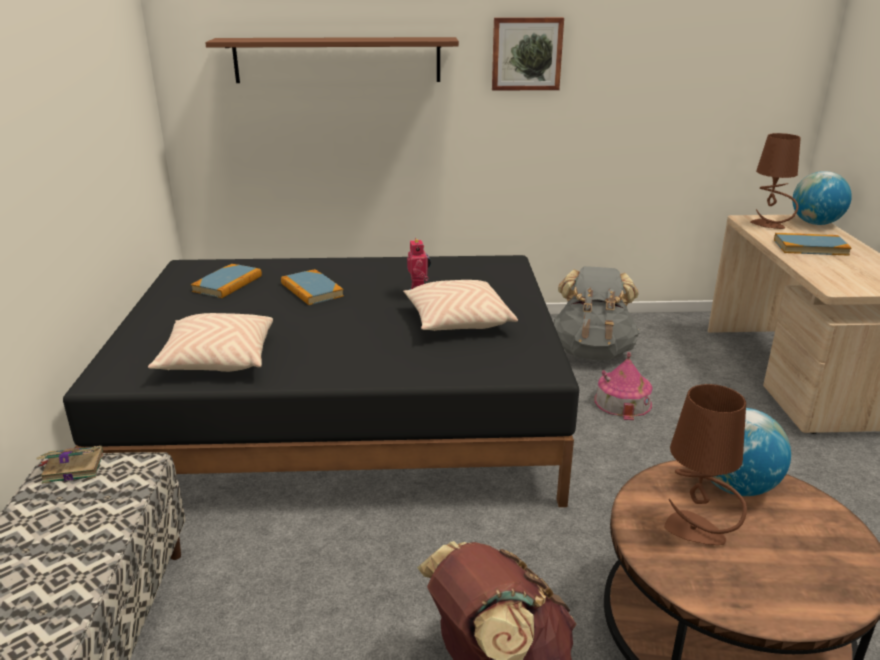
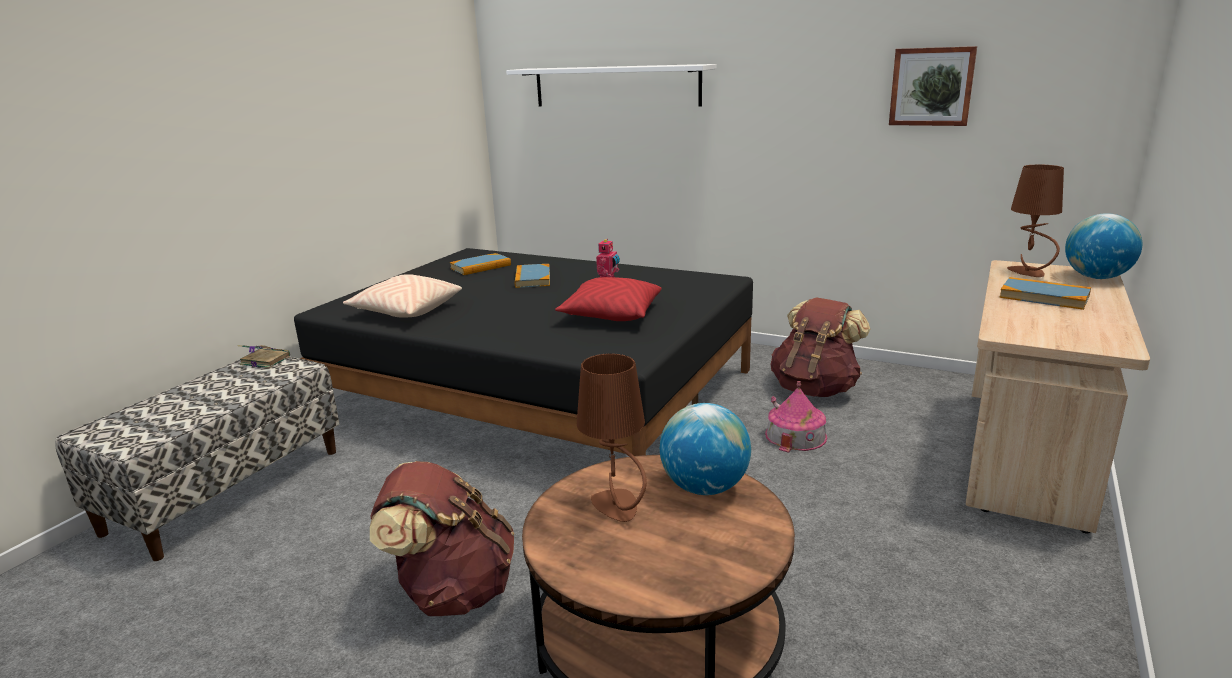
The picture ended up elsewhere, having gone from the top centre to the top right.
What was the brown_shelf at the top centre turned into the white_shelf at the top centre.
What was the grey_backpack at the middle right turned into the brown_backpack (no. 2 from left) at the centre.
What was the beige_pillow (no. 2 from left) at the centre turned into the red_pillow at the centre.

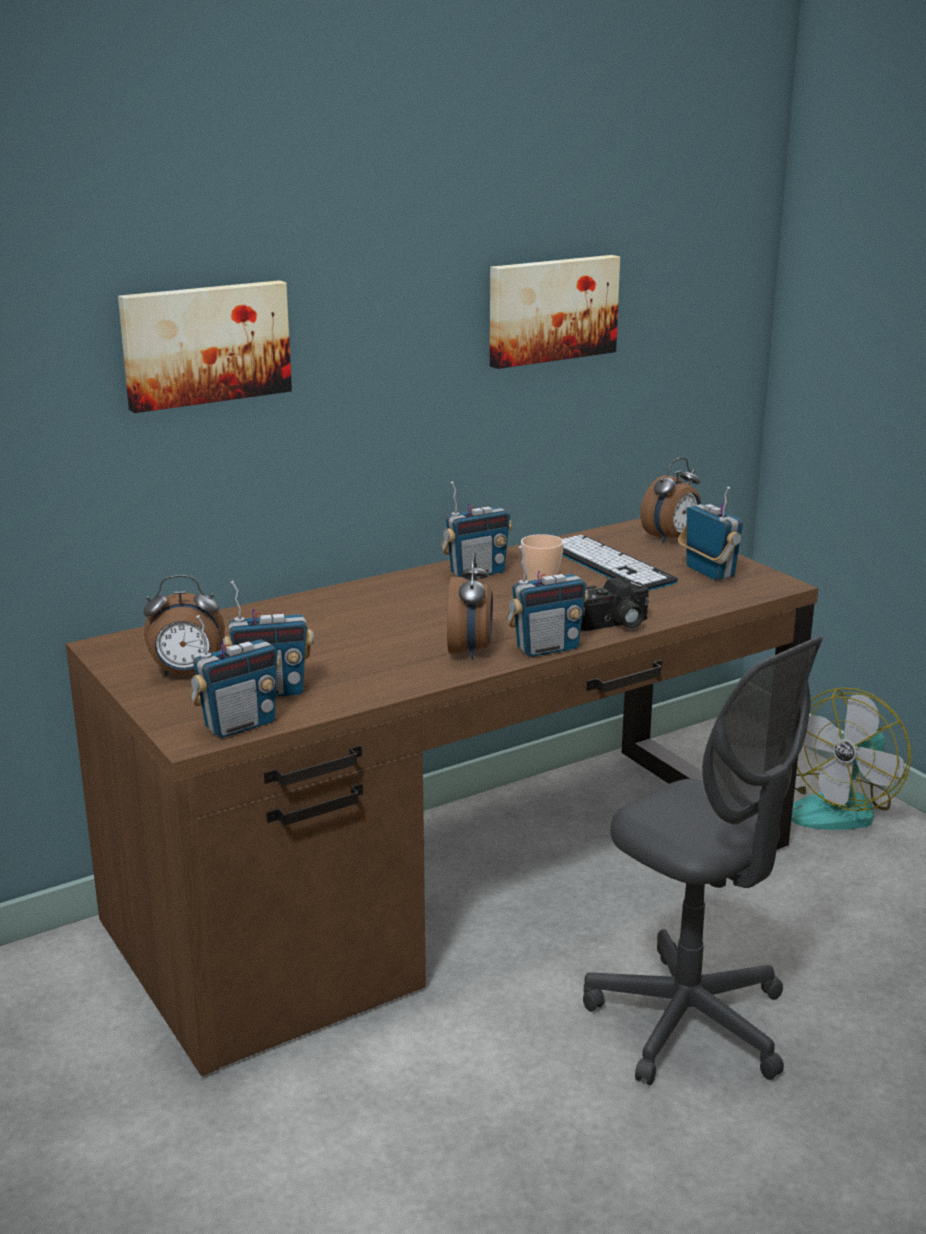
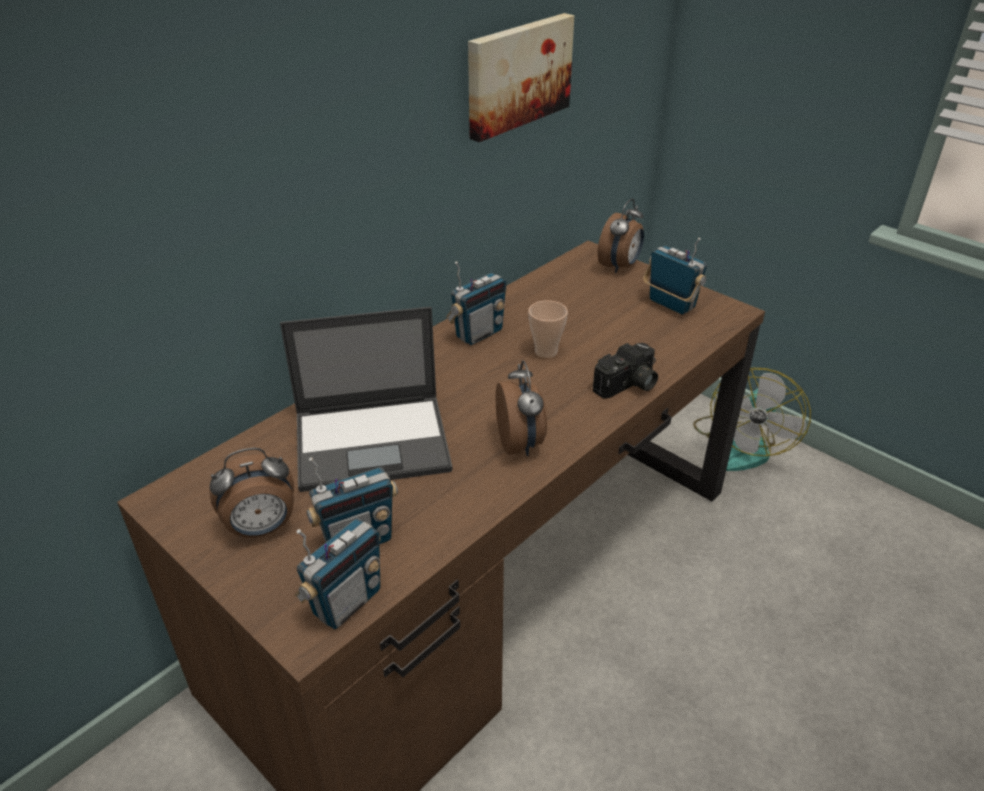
The second view lost the picture (no. 1 from left) at the top left.
The second view lost the keyboard at the middle right.
The second view lost the radio (no. 4 from left) at the centre.
The second view lost the grey_office_chair at the bottom right.
The second view gained the laptop at the centre.

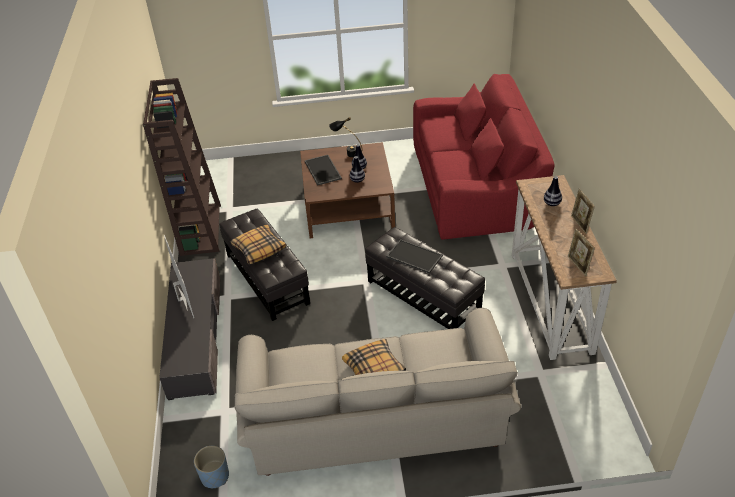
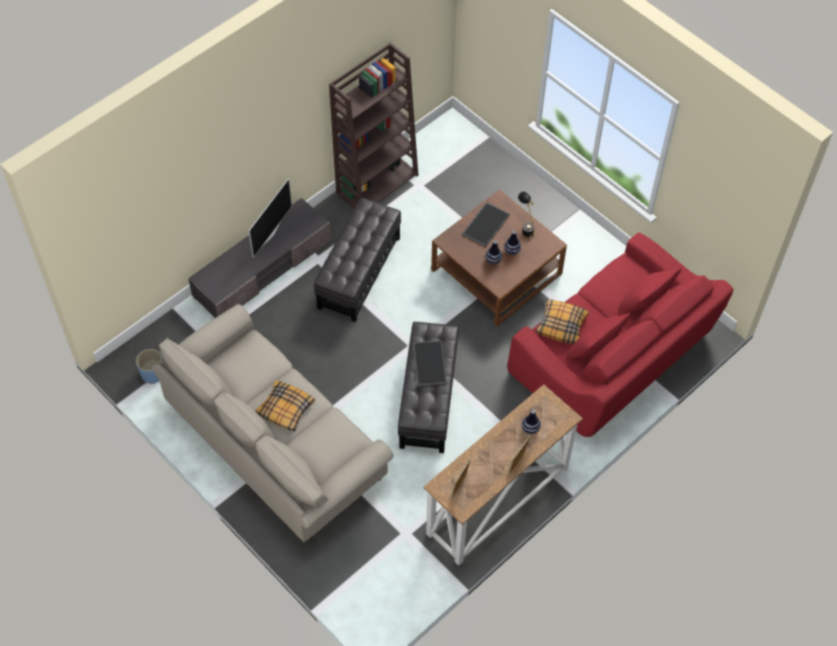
The pillow (no. 1 from left in the first image) ended up elsewhere, having gone from the centre to the middle right.

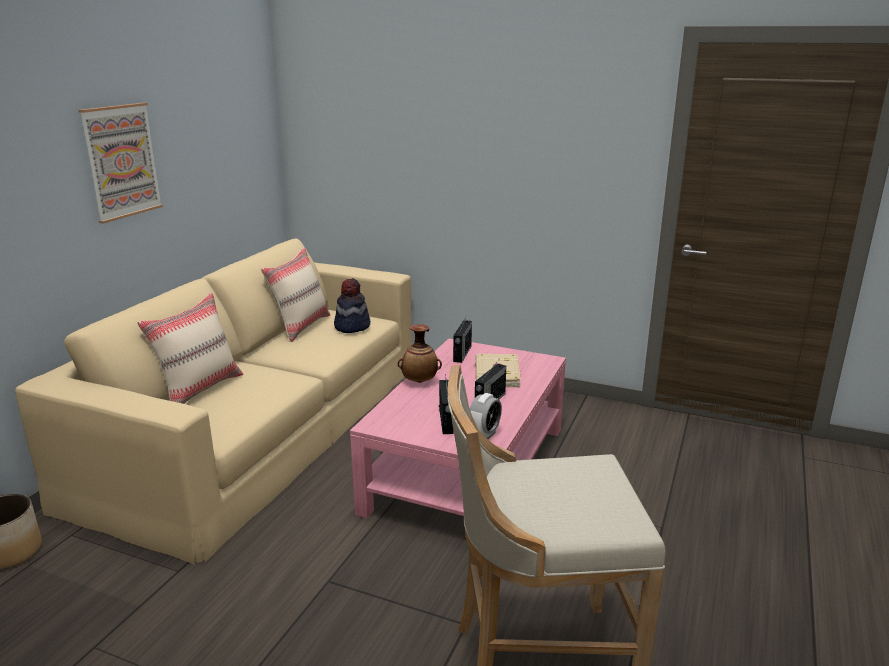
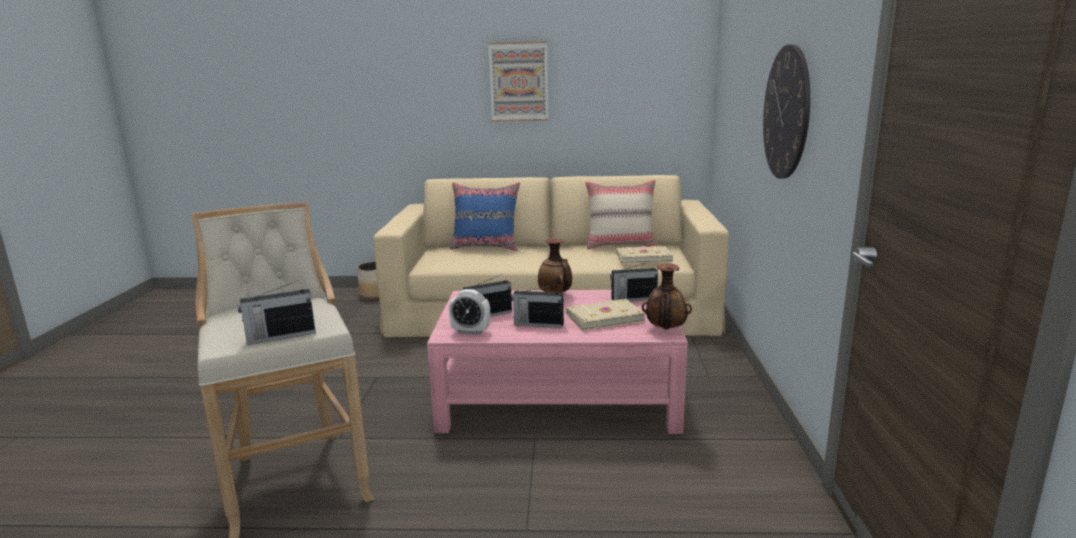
Where the hat stood at the centre, the beige_book (no. 2 from left) came to stand at the centre.
What was the beige_pillow (no. 1 from left) at the middle left turned into the blue_pillow at the centre.
The second view gained the wall_clock at the top right.
The second view gained the vase (no. 2 from left) at the centre.
The second view gained the radio (no. 1 from left) at the middle left.

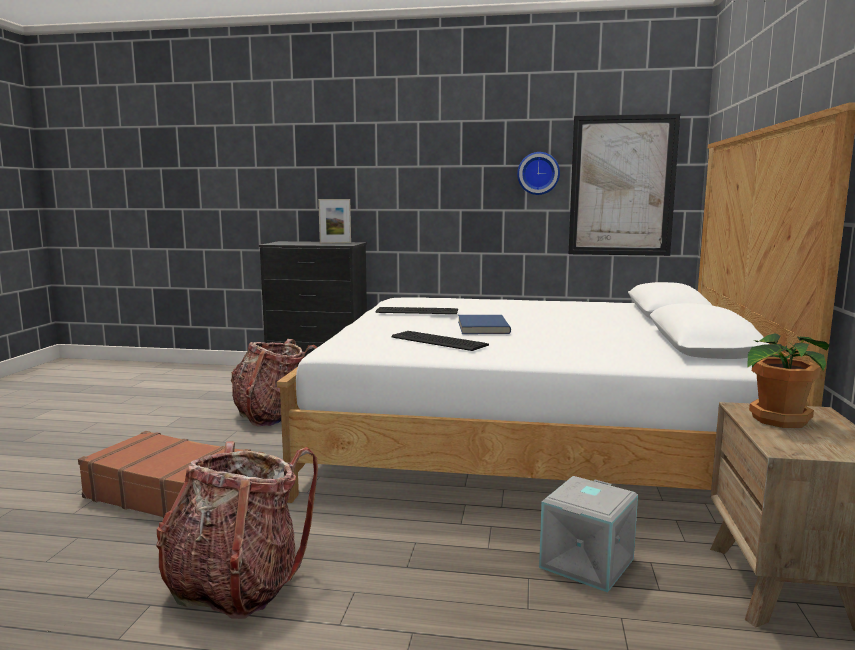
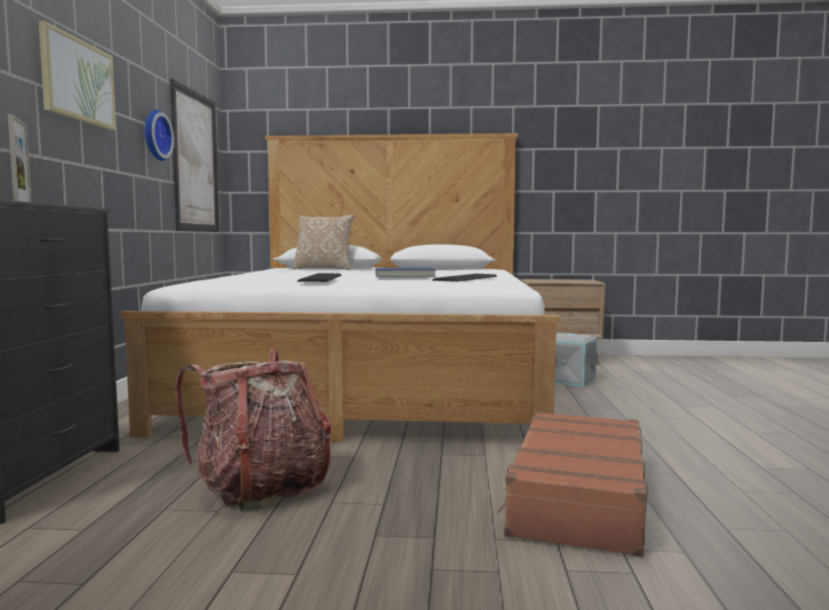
The second view lost the potted_plant at the middle right.
The second view lost the backpack (no. 1 from left) at the bottom left.
The second view gained the picture (no. 1 from left) at the top left.
The second view gained the pillow at the centre.

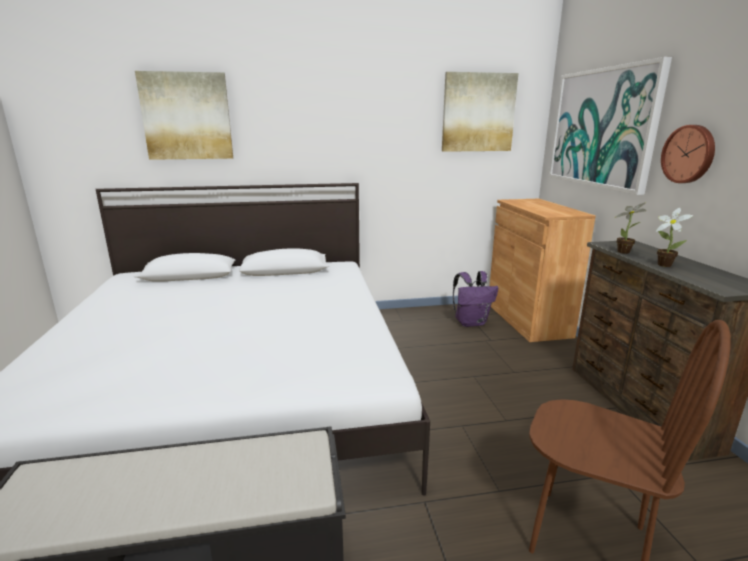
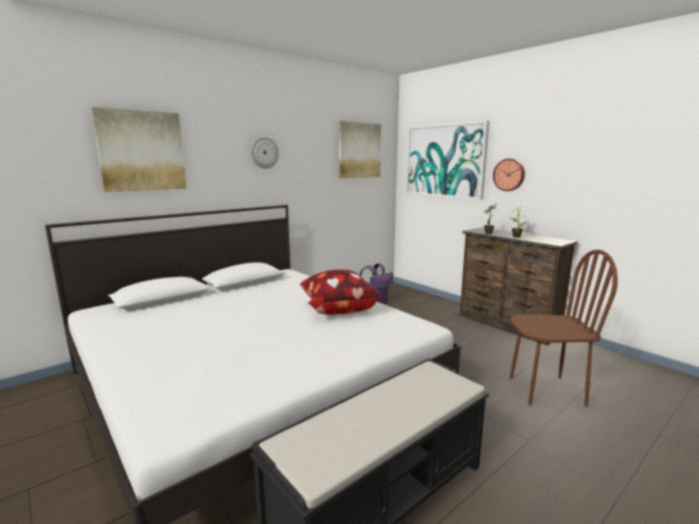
The second view lost the brown_cabinet at the middle right.
The second view gained the wall_clock (no. 1 from left) at the top centre.
The second view gained the pillow at the centre.

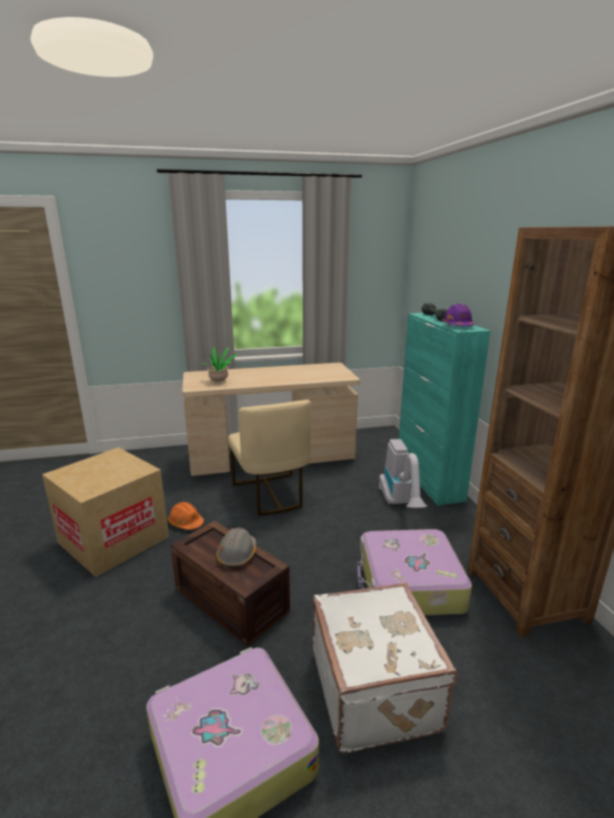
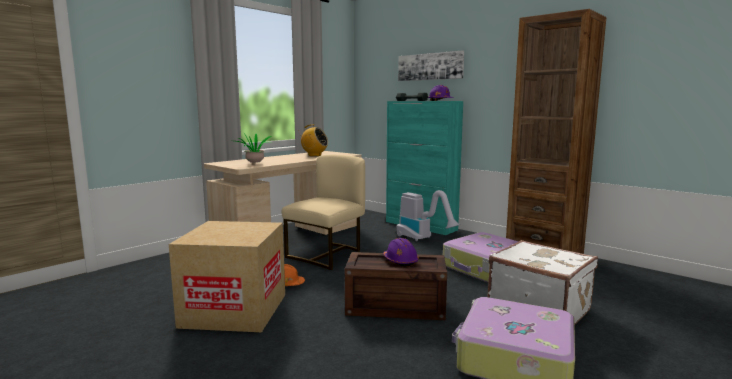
The beige_chair at the centre ended up facing another way, 90 degrees counterclockwise from before.
What was the grey_hard_hat at the bottom centre turned into the purple_hard_hat (no. 1 from left) at the centre.
The second view gained the picture at the top centre.
The second view gained the radio at the centre.

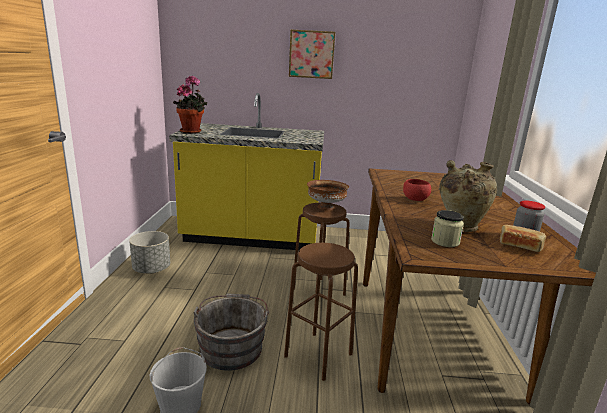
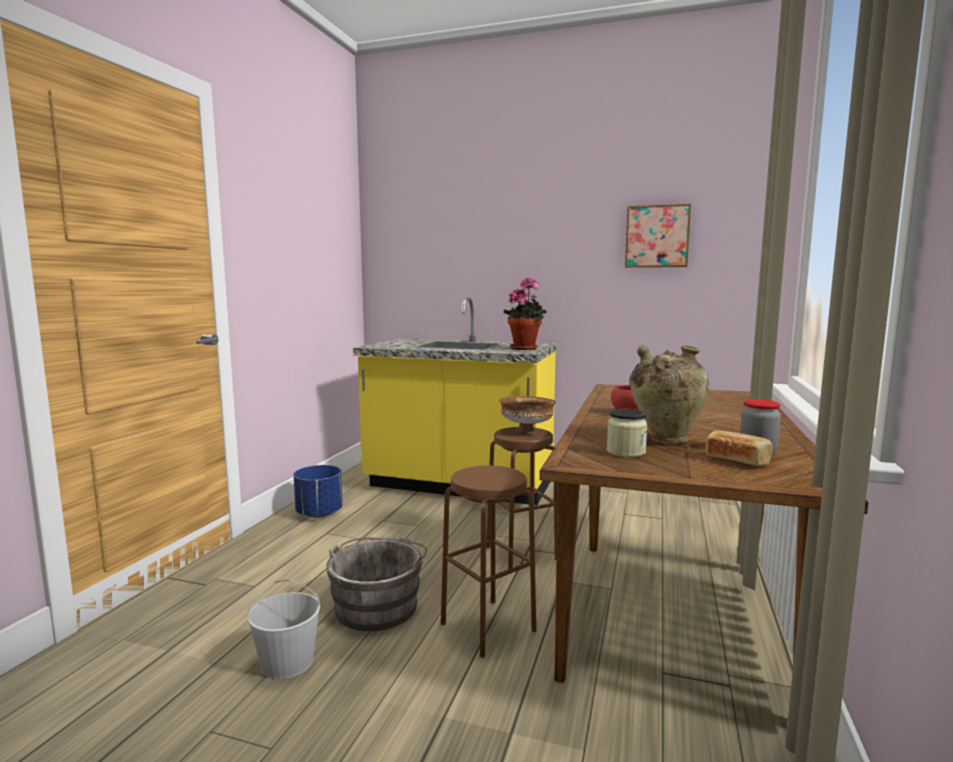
The picture ended up elsewhere, having gone from the top centre to the top right.
The potted_plant ended up elsewhere, having gone from the top left to the centre.
What was the grey_planter at the middle left turned into the blue_planter at the centre.

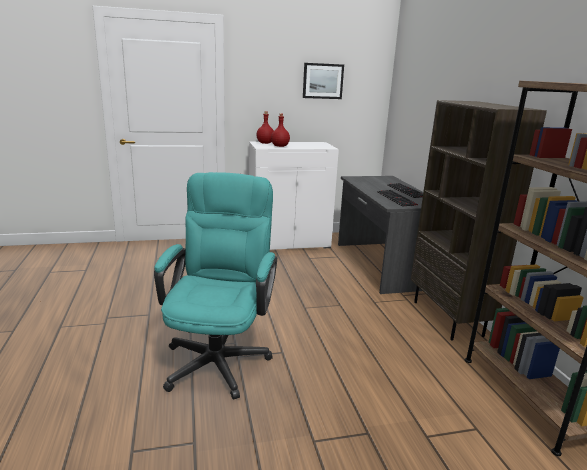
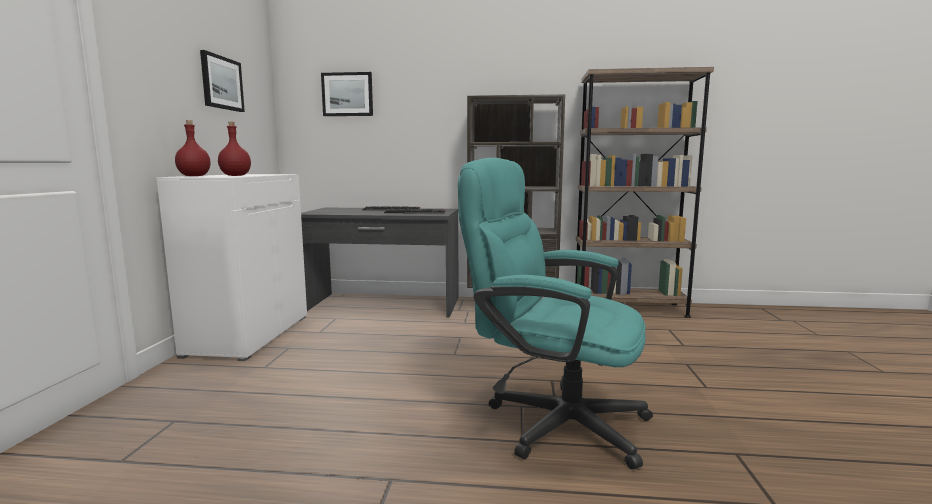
The second view gained the picture (no. 2 from left) at the top centre.

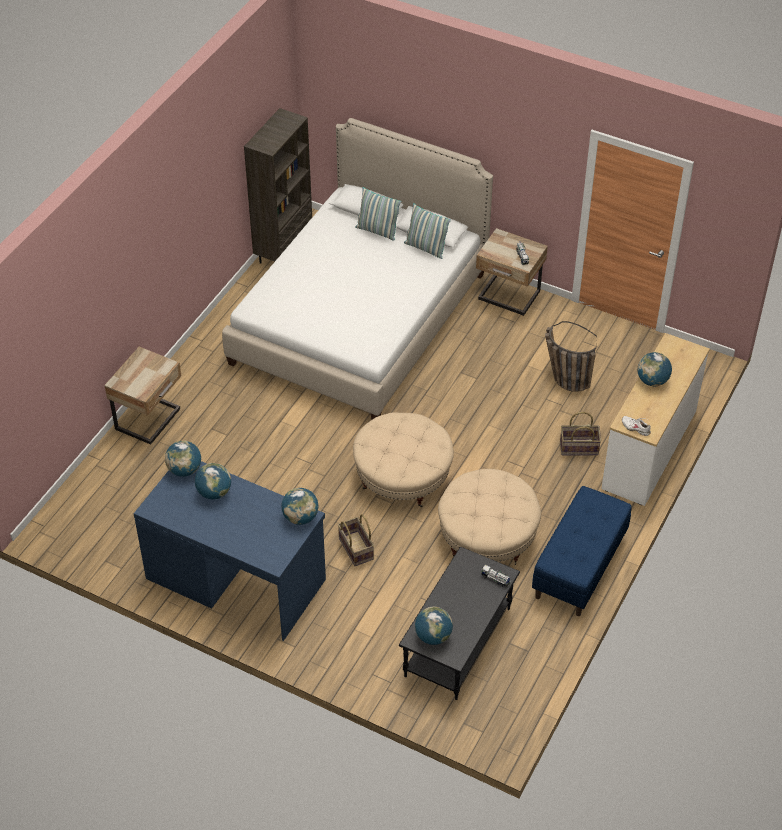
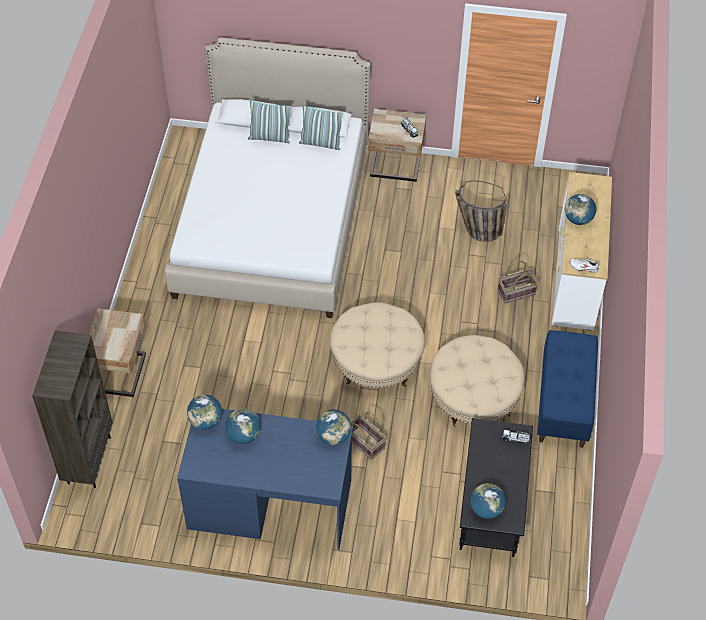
The brown_bookcase ended up elsewhere, having gone from the top centre to the middle left.

